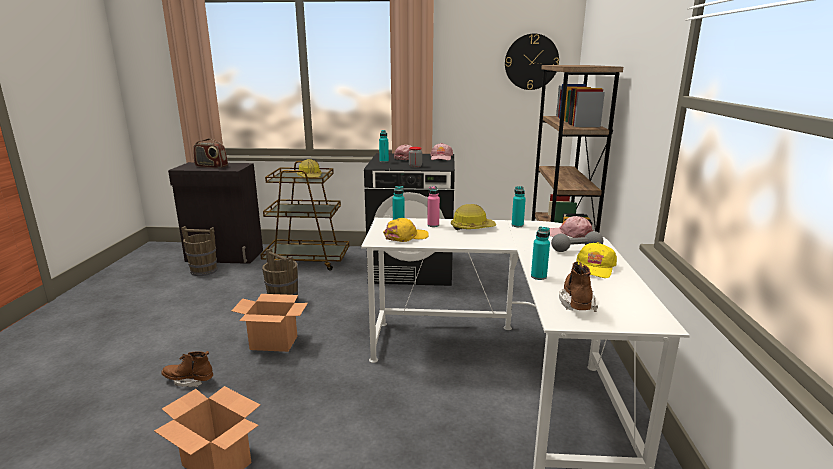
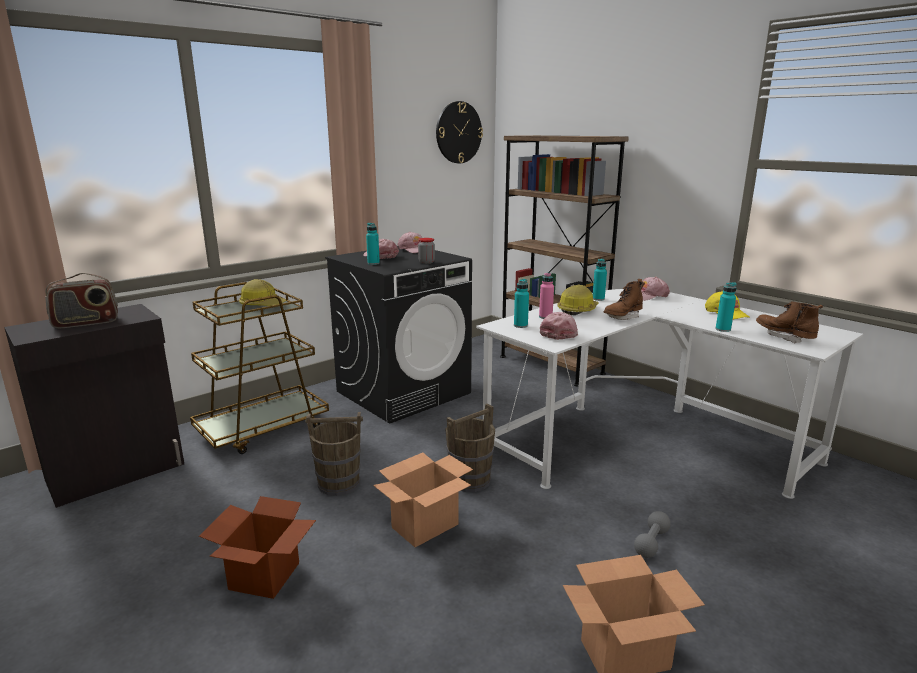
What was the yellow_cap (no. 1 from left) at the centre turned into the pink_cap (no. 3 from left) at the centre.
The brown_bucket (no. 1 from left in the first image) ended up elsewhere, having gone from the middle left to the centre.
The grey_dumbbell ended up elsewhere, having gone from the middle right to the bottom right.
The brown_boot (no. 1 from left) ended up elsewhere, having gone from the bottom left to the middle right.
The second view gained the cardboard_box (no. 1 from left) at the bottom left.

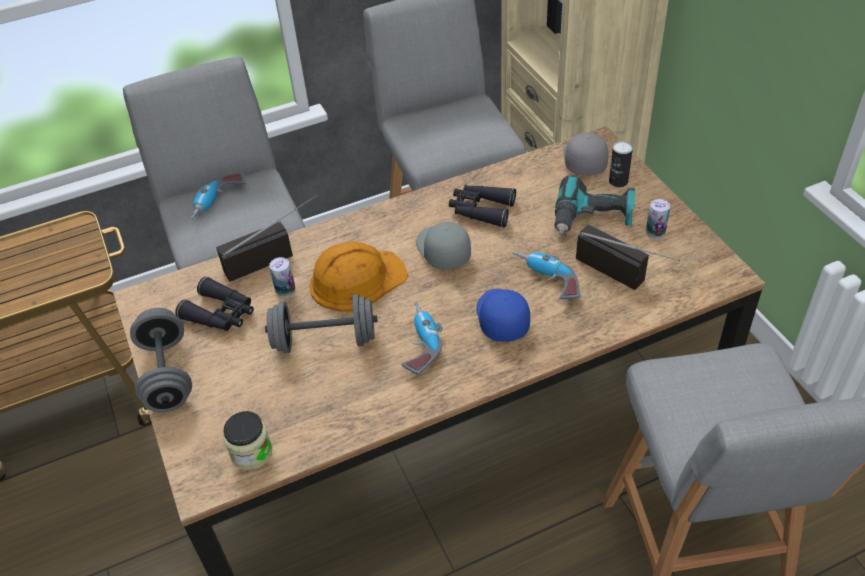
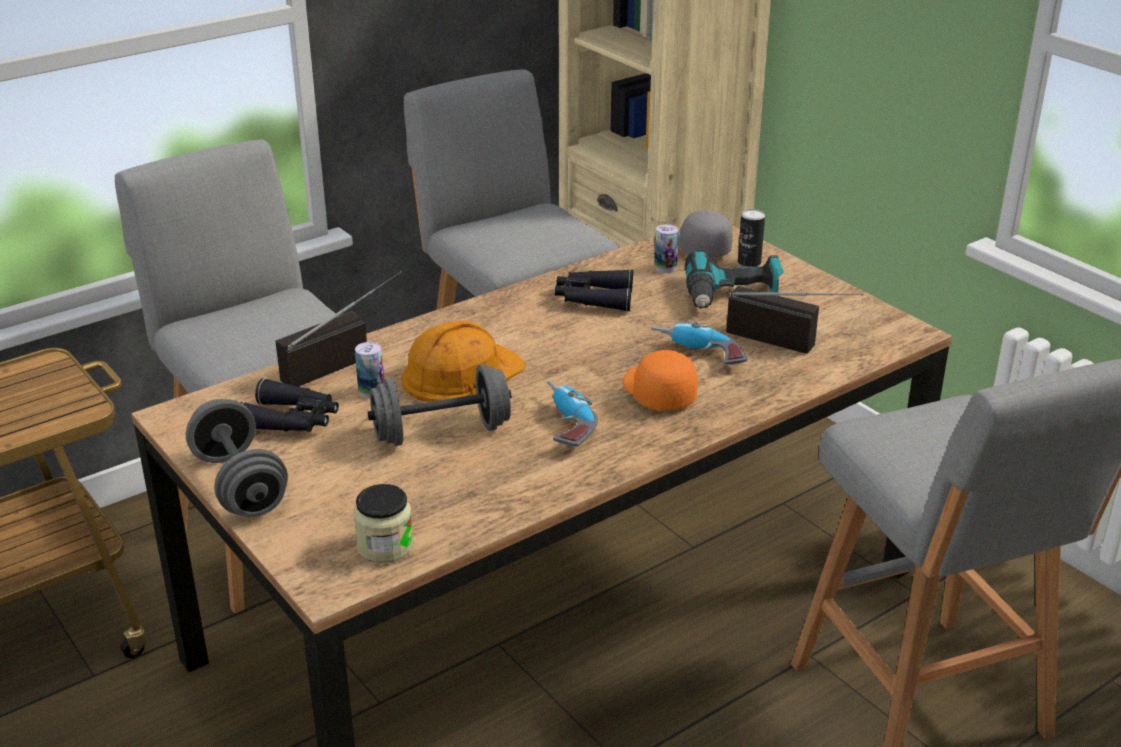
The second view lost the power_drill (no. 1 from left) at the middle left.
The can (no. 3 from left in the first image) ended up elsewhere, having gone from the middle right to the top centre.
The second view lost the grey_cap (no. 1 from left) at the centre.
What was the blue_cap at the centre turned into the orange_cap at the centre.

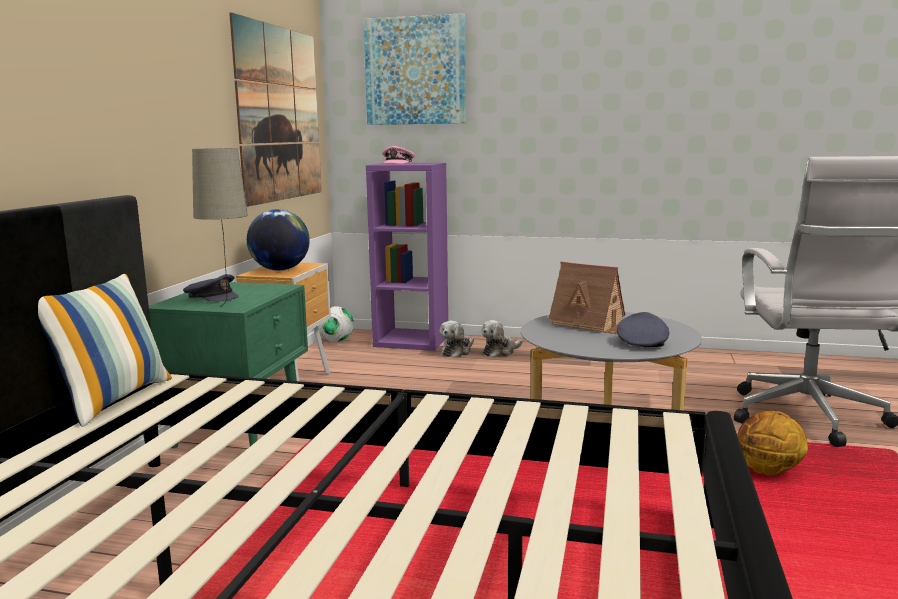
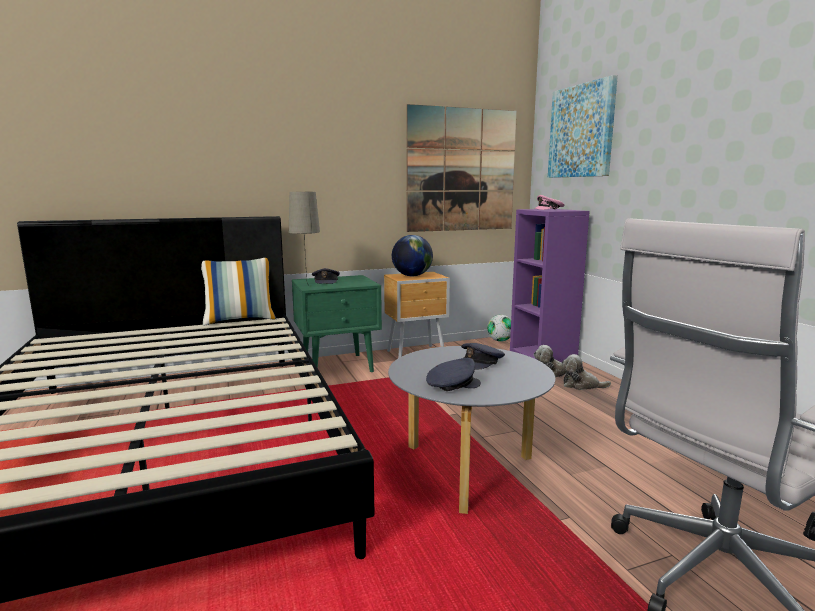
Where the toy_house stood at the centre, the grey_cap (no. 3 from left) came to stand at the centre.
The second view lost the basketball at the bottom right.

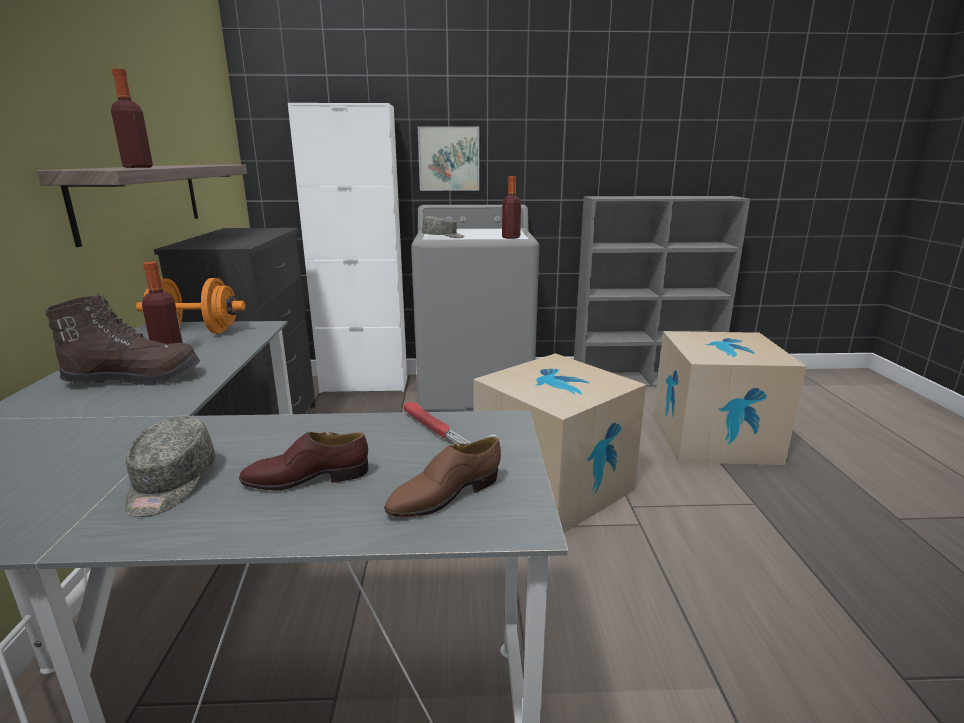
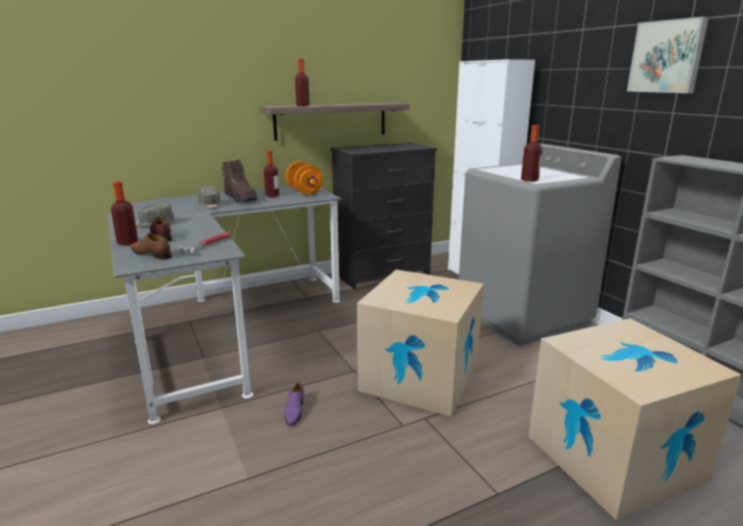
The picture ended up elsewhere, having gone from the top centre to the top right.
The grey_cap (no. 2 from left) ended up elsewhere, having gone from the top centre to the middle left.
The second view gained the bottle (no. 1 from left) at the middle left.
The second view gained the purple_shoe at the bottom centre.

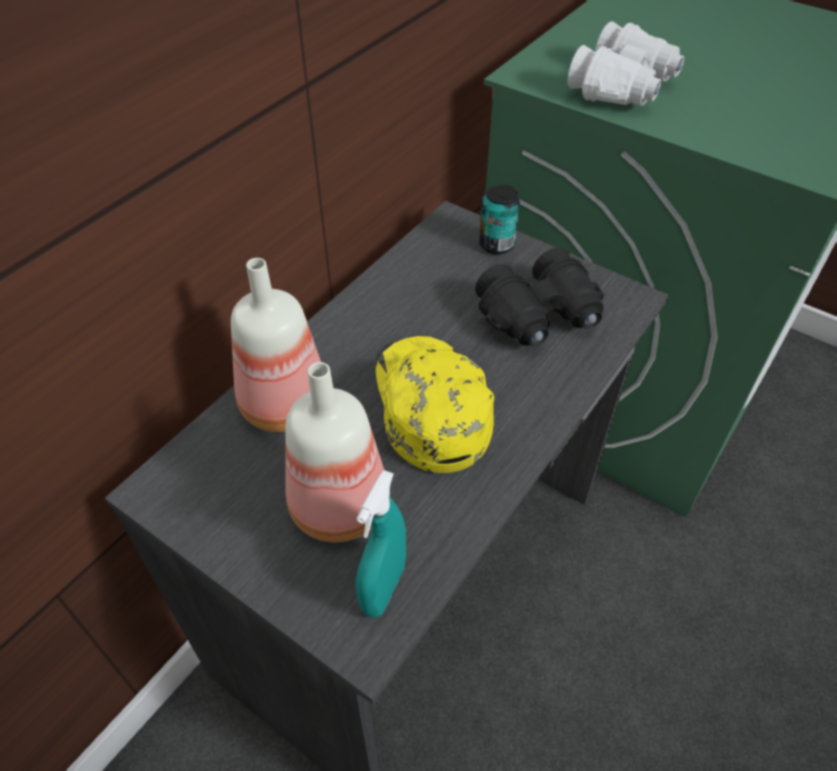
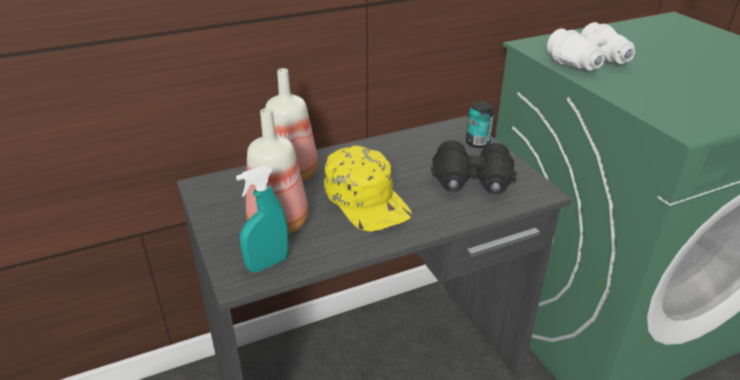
The yellow_cap at the centre ended up facing another way, 135 degrees clockwise from before.

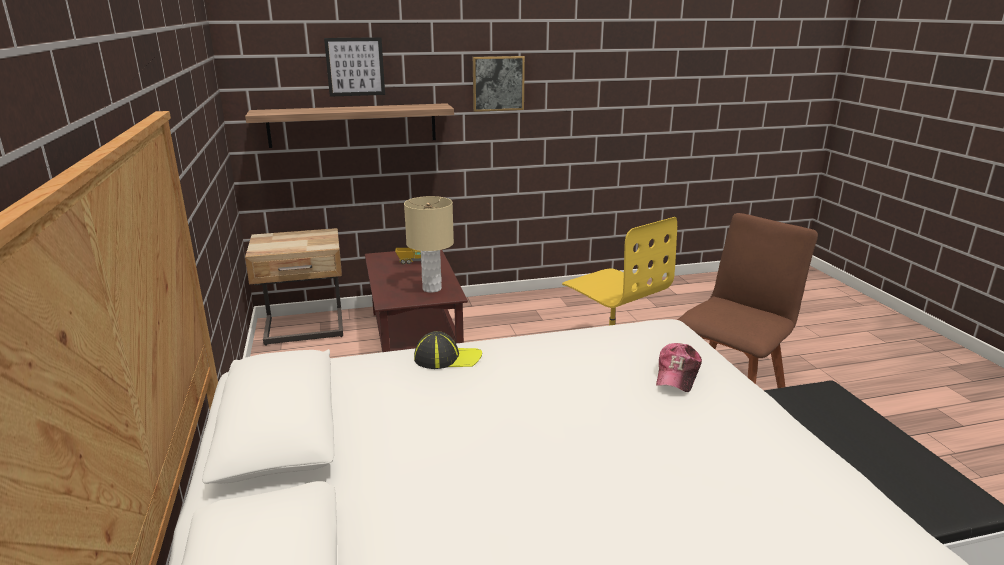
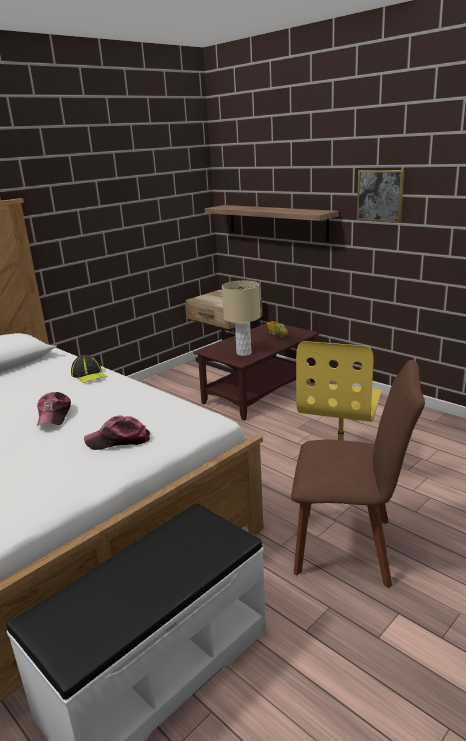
The second view lost the picture (no. 1 from left) at the top centre.
The second view gained the cap (no. 1 from left) at the middle left.

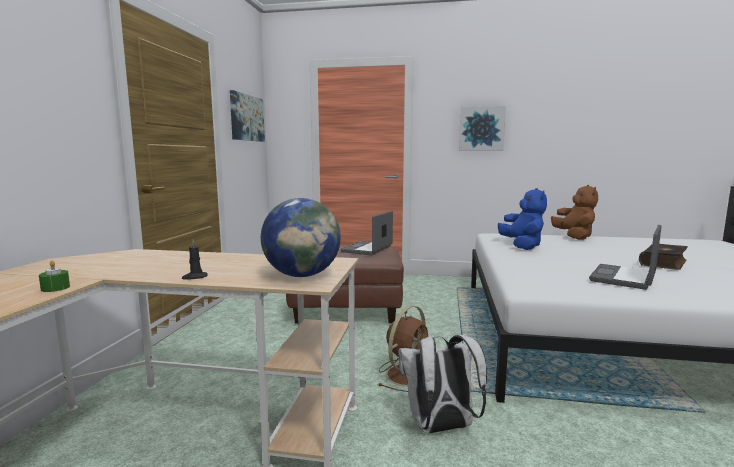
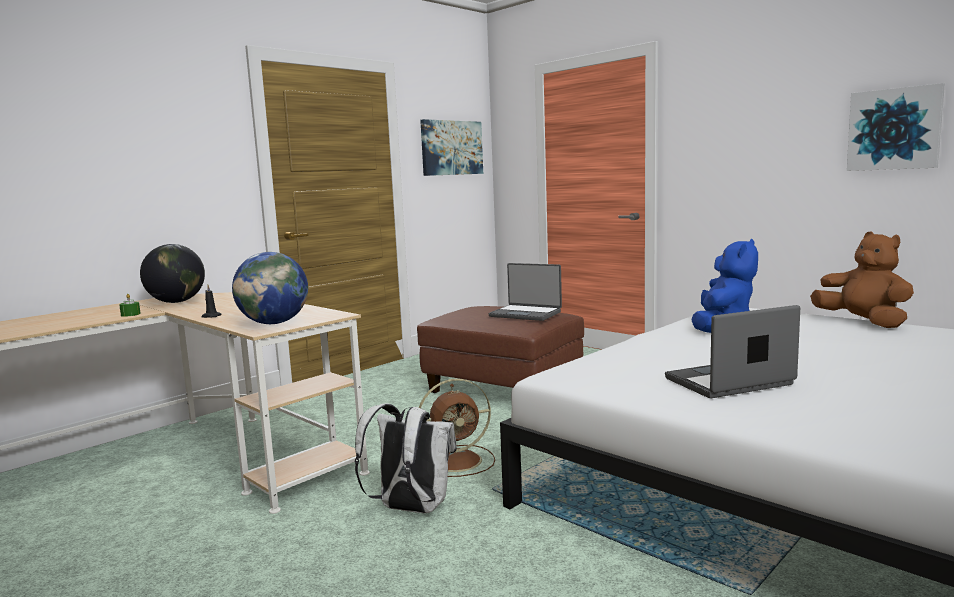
The picture (no. 2 from left) ended up elsewhere, having gone from the top centre to the top right.
The brown_plush_toy at the middle right ended up facing another way, 60 degrees counterclockwise from before.
The laptop (no. 1 from left) at the centre ended up facing another way, 120 degrees counterclockwise from before.
The second view lost the book at the middle right.
The second view gained the globe (no. 1 from left) at the middle left.

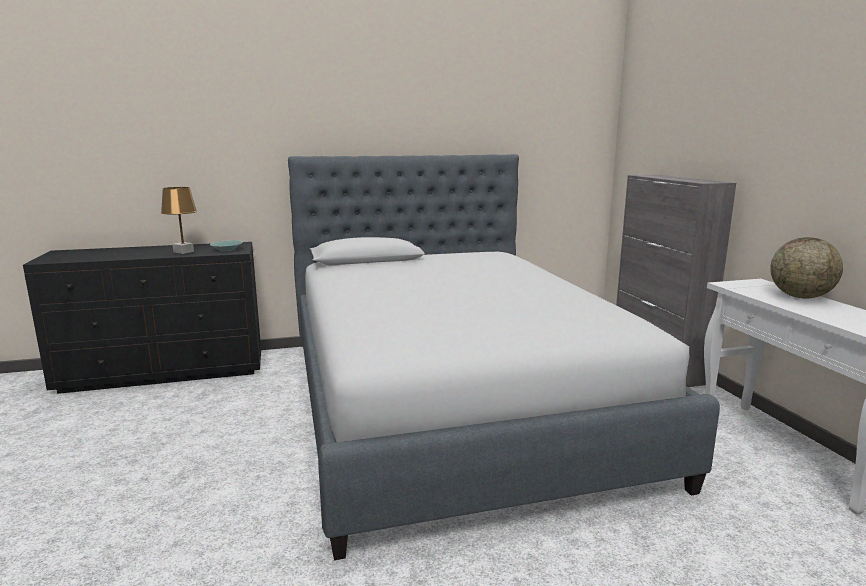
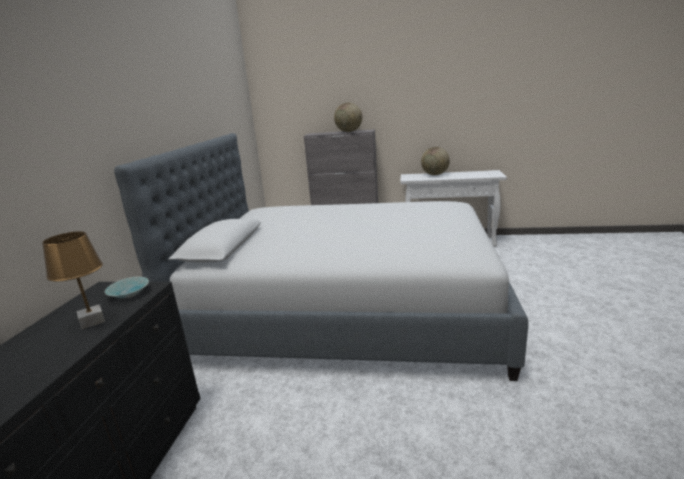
The second view gained the globe (no. 1 from left) at the top centre.

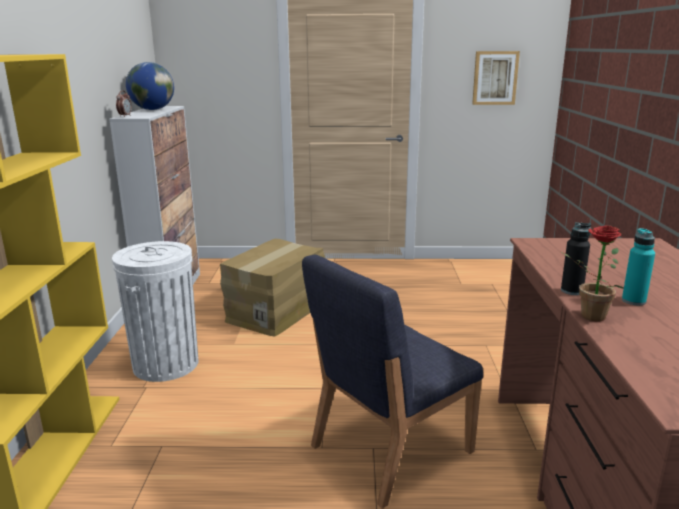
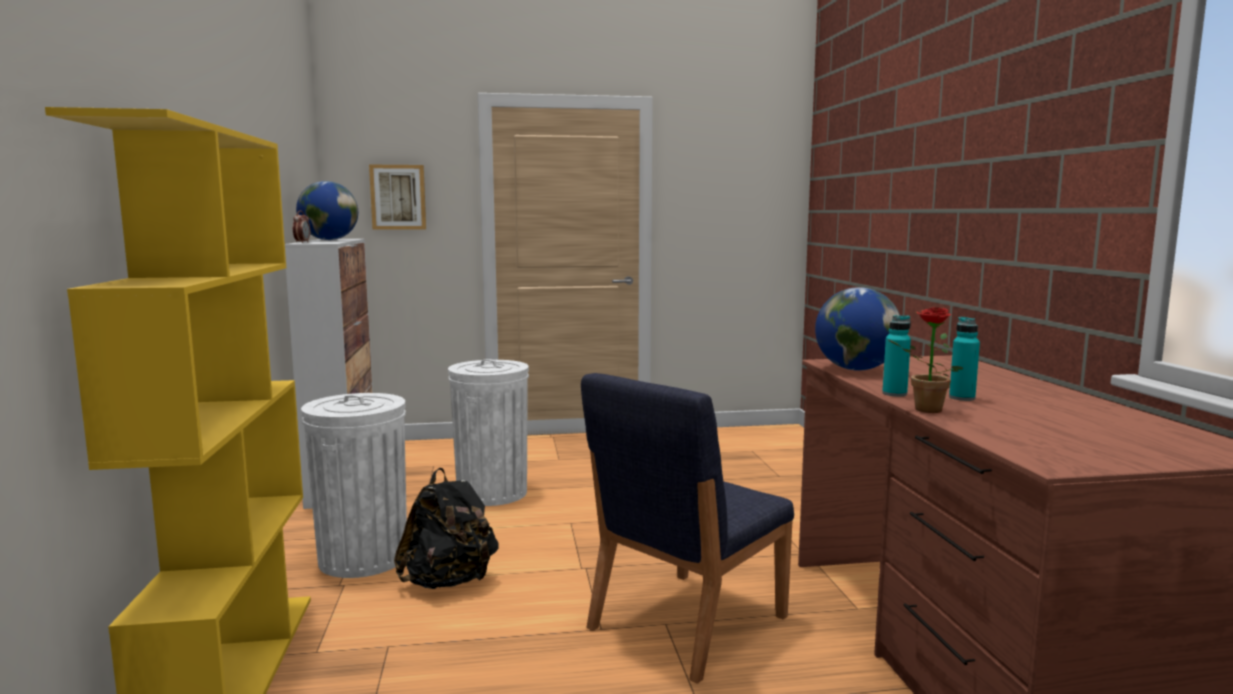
The picture ended up elsewhere, having gone from the top right to the top left.
What was the black_bottle at the middle right turned into the turquoise_bottle (no. 1 from left) at the middle right.
Where the cardboard_box stood at the centre, the white_trash_can (no. 2 from left) came to stand at the centre.
The second view gained the globe (no. 2 from left) at the middle right.
The second view gained the black_backpack at the bottom centre.

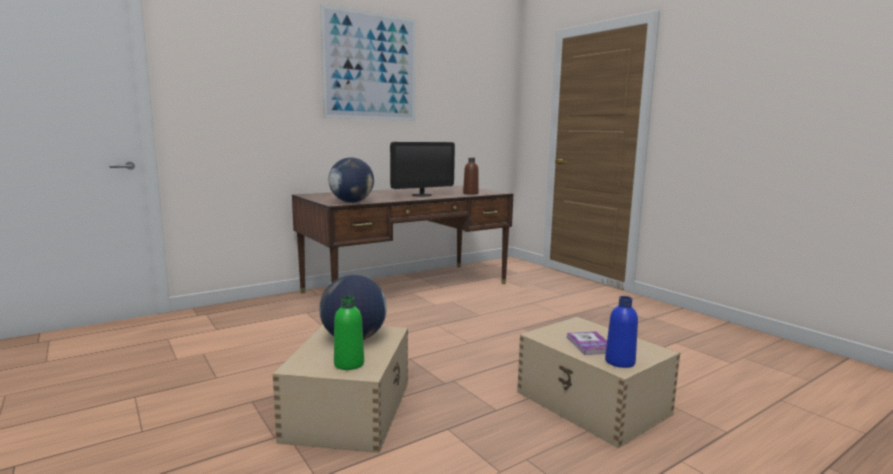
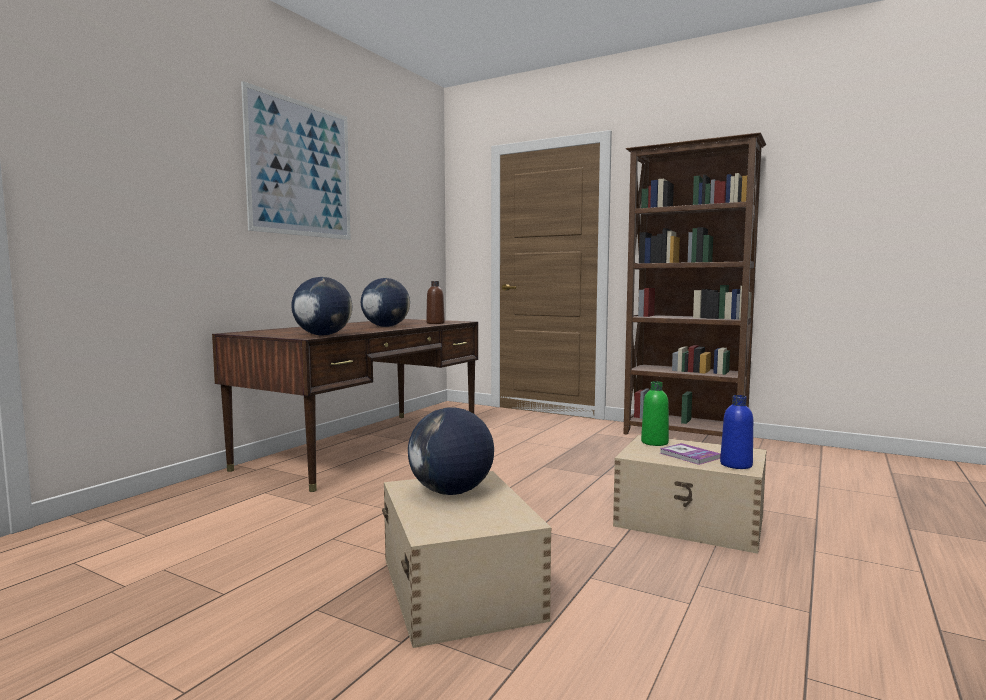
Where the monitor stood at the centre, the globe (no. 2 from left) came to stand at the centre.
The green_bottle ended up elsewhere, having gone from the bottom centre to the centre.
The second view gained the brown_bookcase at the middle right.

